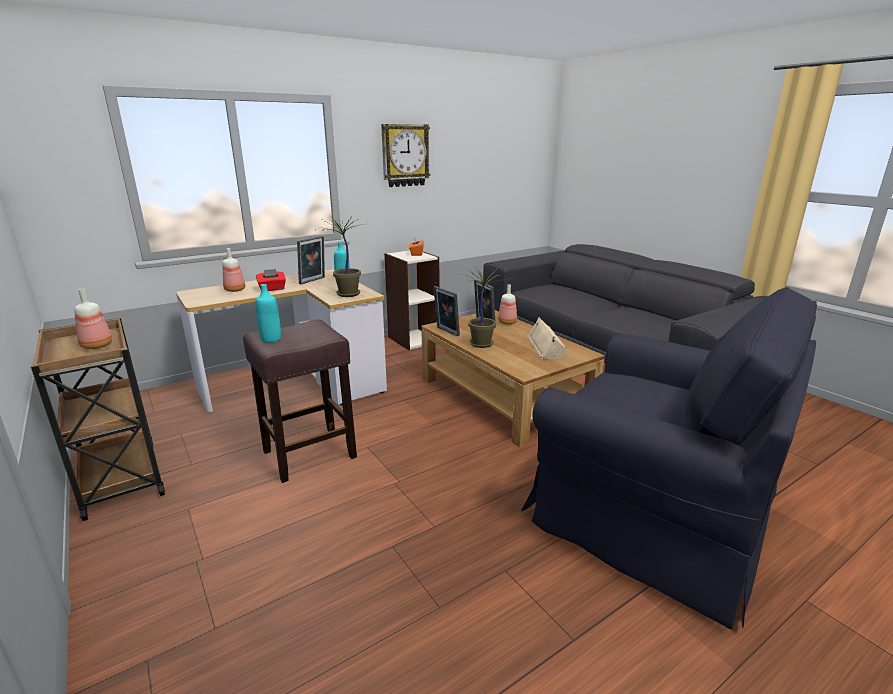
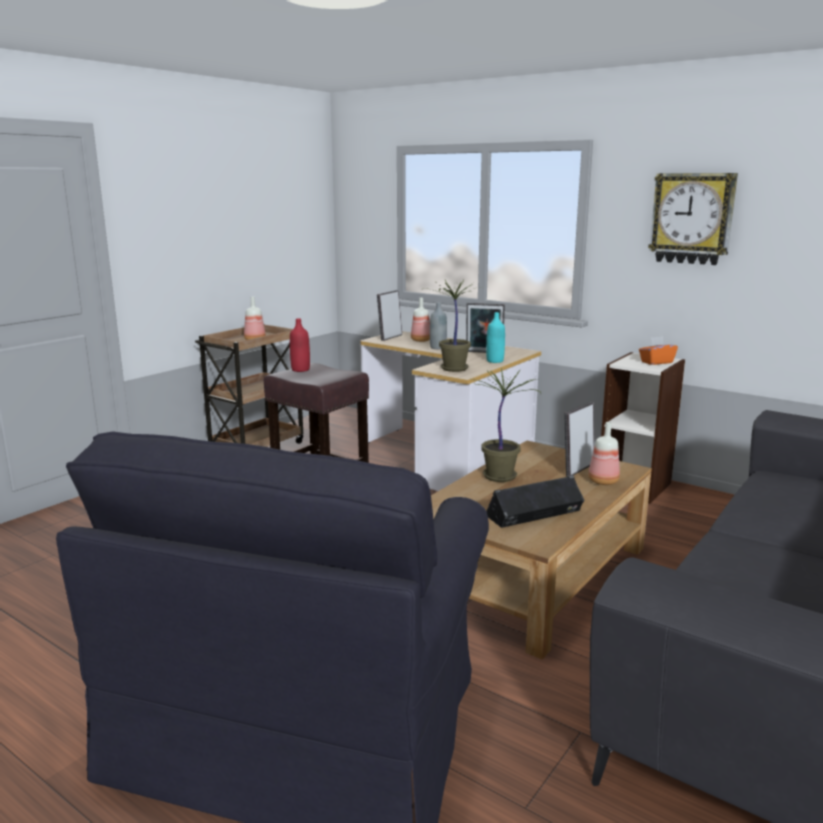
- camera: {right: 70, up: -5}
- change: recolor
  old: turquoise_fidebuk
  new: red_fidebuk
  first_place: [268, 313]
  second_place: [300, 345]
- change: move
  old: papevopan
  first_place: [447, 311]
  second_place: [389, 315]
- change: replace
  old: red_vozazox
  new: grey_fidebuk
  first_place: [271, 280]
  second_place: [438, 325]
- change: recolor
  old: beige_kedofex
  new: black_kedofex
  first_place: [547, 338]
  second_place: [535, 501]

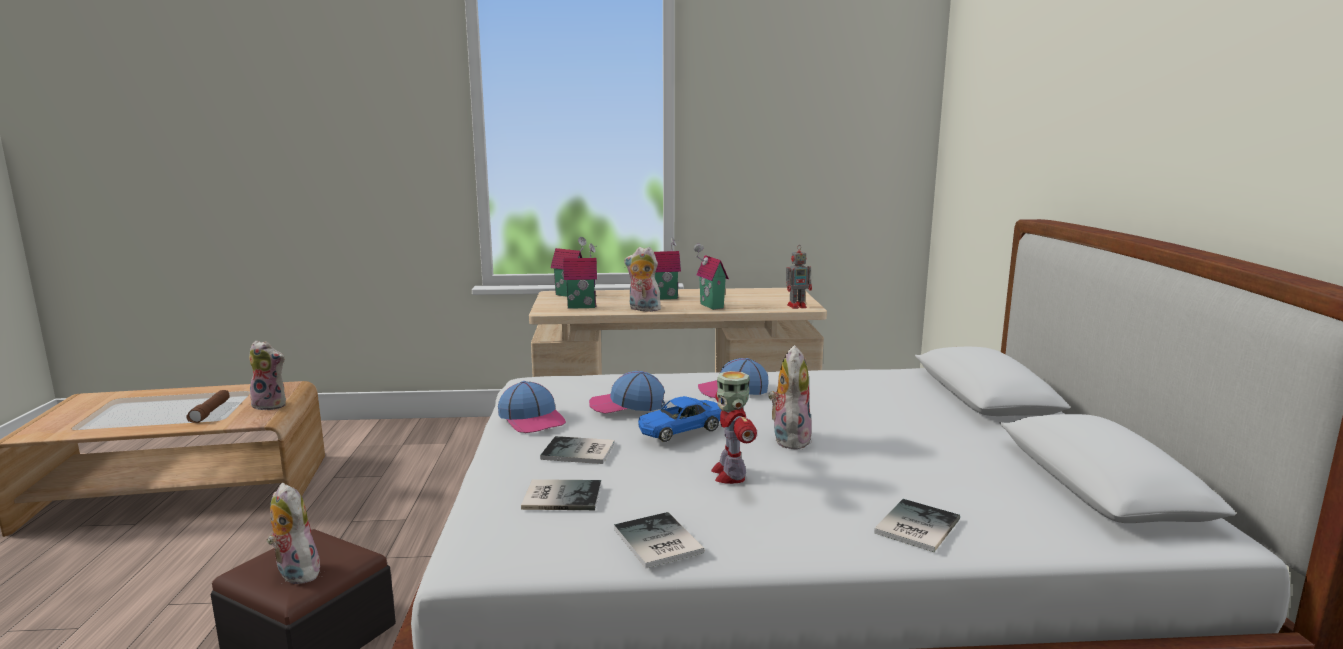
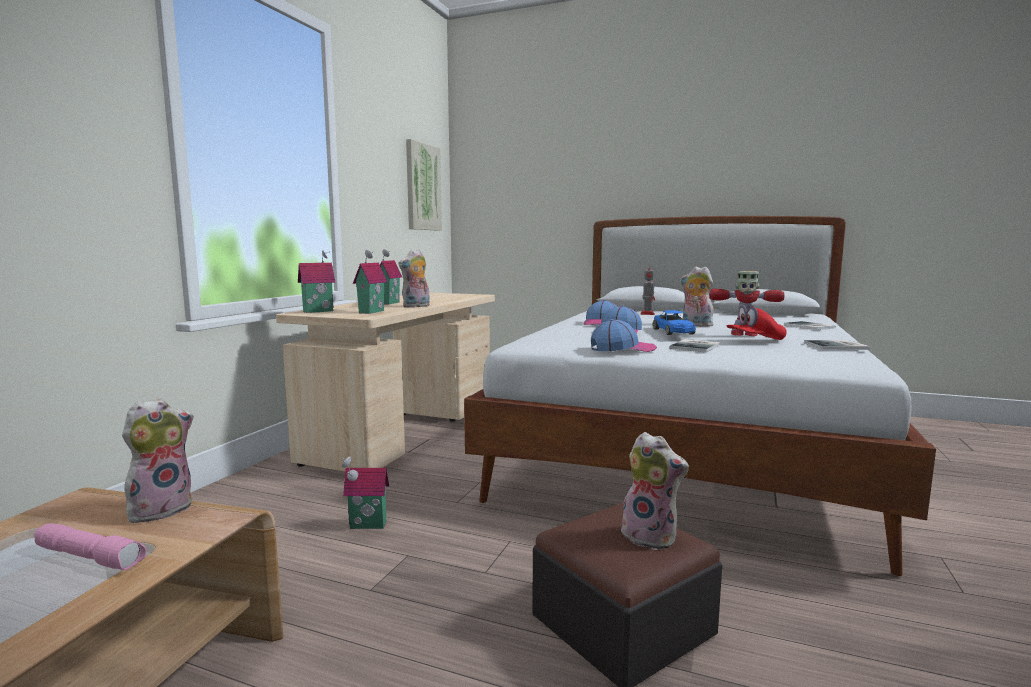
- camera: {right: -65, up: -5}
- change: recolor
  old: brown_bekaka
  new: pink_bekaka
  first_place: [208, 406]
  second_place: [90, 546]
- change: move
  old: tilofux
  first_place: [711, 277]
  second_place: [365, 492]
- change: insert
  new: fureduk
  second_place: [424, 185]
- change: rotate
  old: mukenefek
  first_place: [293, 533]
  second_place: [654, 491]
  degrees: -120
- change: move
  old: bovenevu
  first_place: [799, 277]
  second_place: [647, 289]
- change: insert
  new: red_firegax
  second_place: [757, 322]
- change: delete
  old: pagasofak
  first_place: [561, 494]

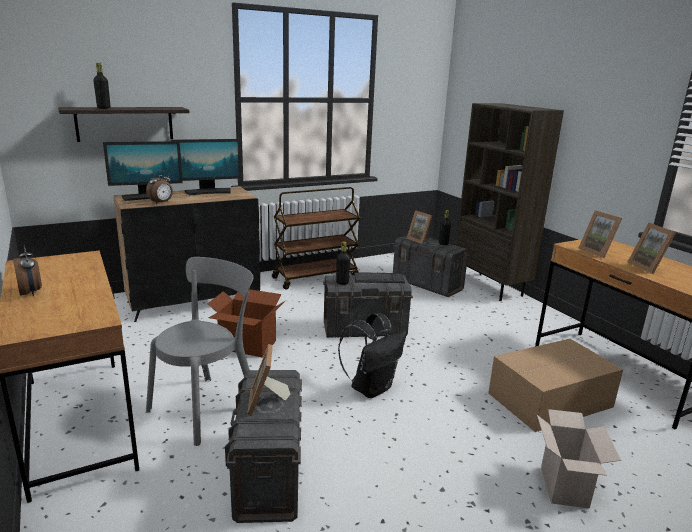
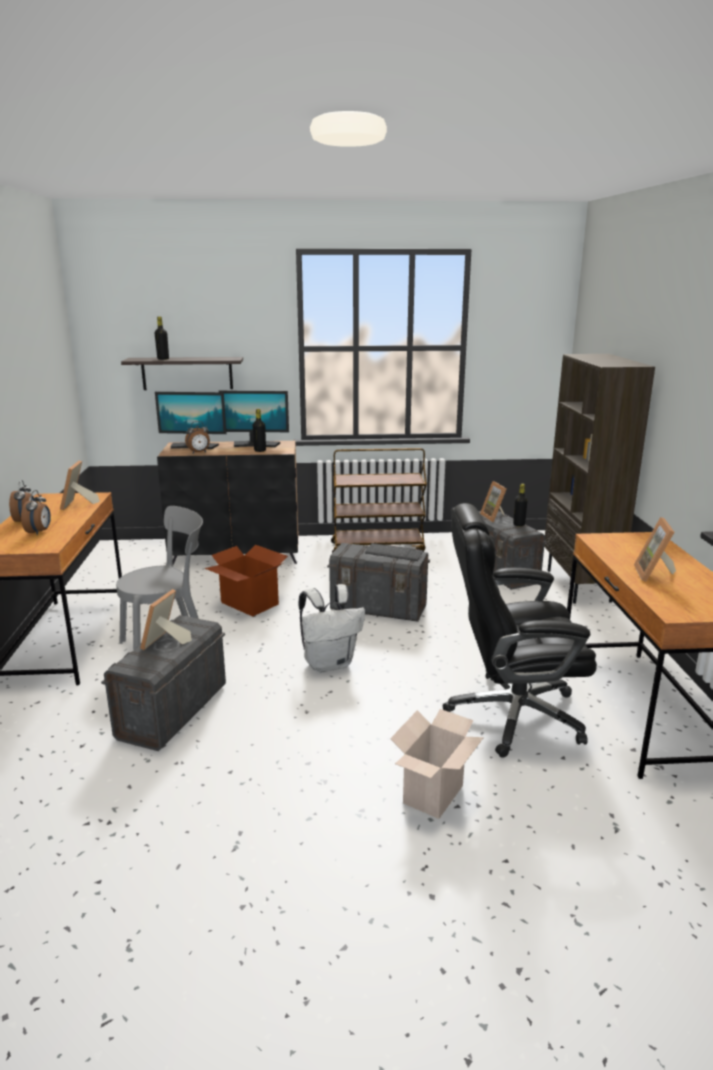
- camera: {right: 25, up: 0}
- change: insert
  new: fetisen
  second_place: [36, 512]
- change: move
  old: papevopan
  first_place: [600, 234]
  second_place: [80, 485]
- change: move
  old: black_fidebuk
  first_place: [343, 263]
  second_place: [259, 430]
- change: recolor
  old: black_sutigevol
  new: white_sutigevol
  first_place: [372, 355]
  second_place: [332, 628]
- change: replace
  old: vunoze
  new: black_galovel
  first_place: [555, 385]
  second_place: [520, 630]

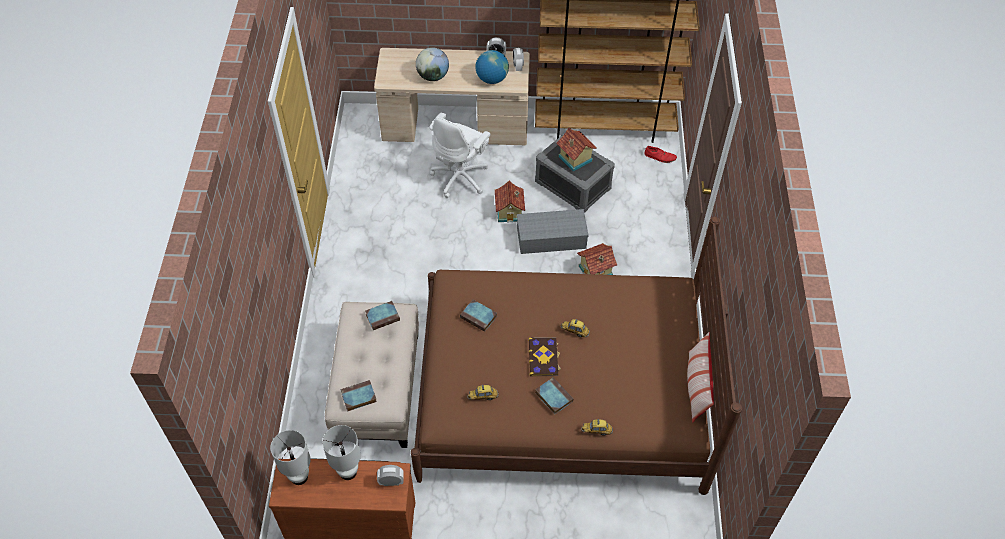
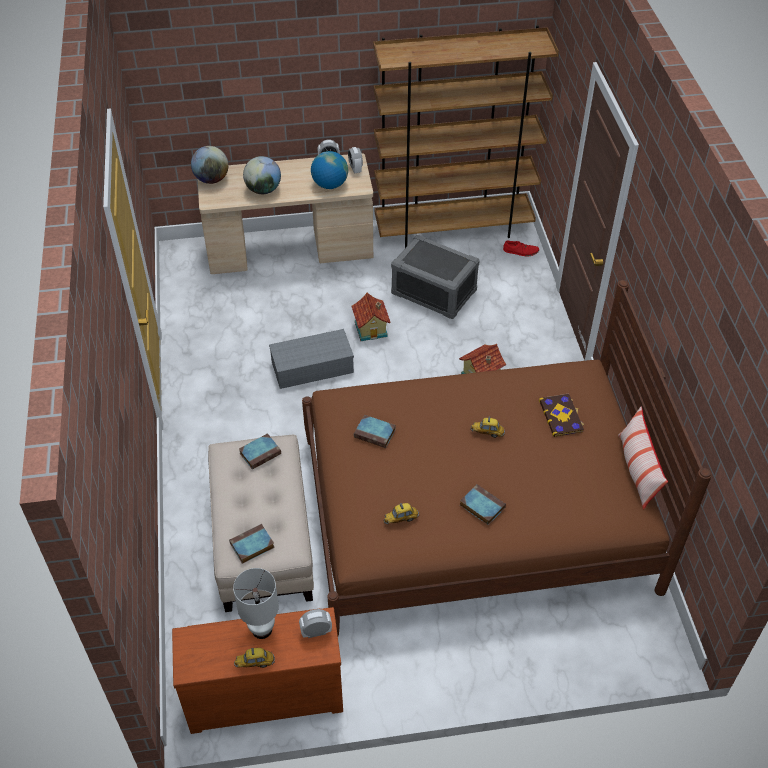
- camera: {right: -10, up: -5}
- change: insert
  new: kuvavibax
  second_place: [210, 165]
- change: move
  old: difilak
  first_place: [597, 427]
  second_place: [254, 658]
- change: move
  old: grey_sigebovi
  first_place: [553, 231]
  second_place: [311, 359]
- change: move
  old: pagasofak
  first_place: [544, 356]
  second_place: [562, 415]
- change: delete
  old: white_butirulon
  first_place: [290, 457]
- change: delete
  old: white_galovel
  first_place: [459, 155]
- change: delete
  old: tilofux
  first_place: [577, 149]

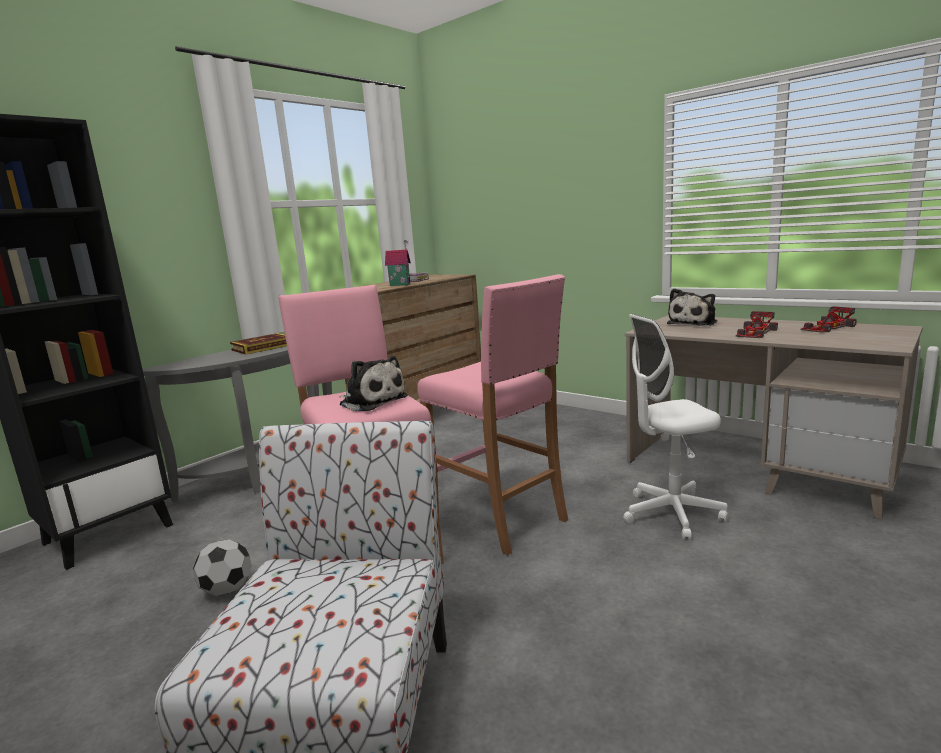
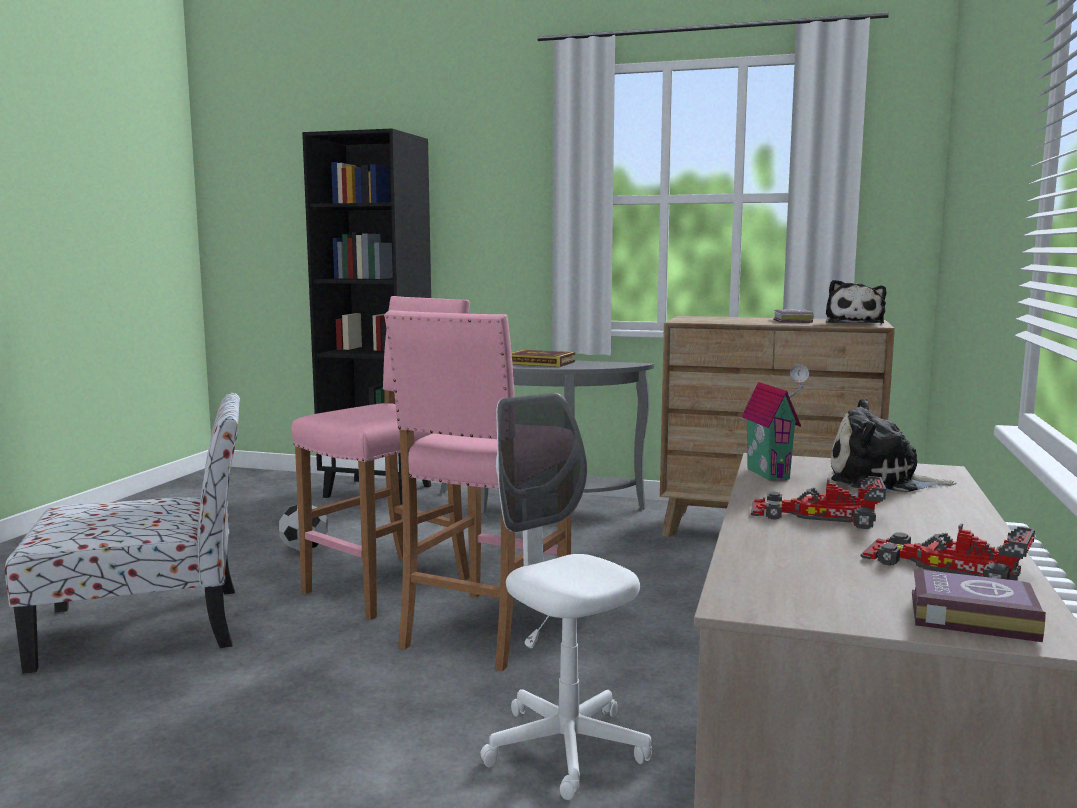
- camera: {right: 65, up: -5}
- change: move
  old: tilofux
  first_place: [398, 263]
  second_place: [775, 422]
- change: move
  old: mukenefek
  first_place: [373, 383]
  second_place: [856, 301]
- change: insert
  new: pagasofak
  second_place: [979, 606]

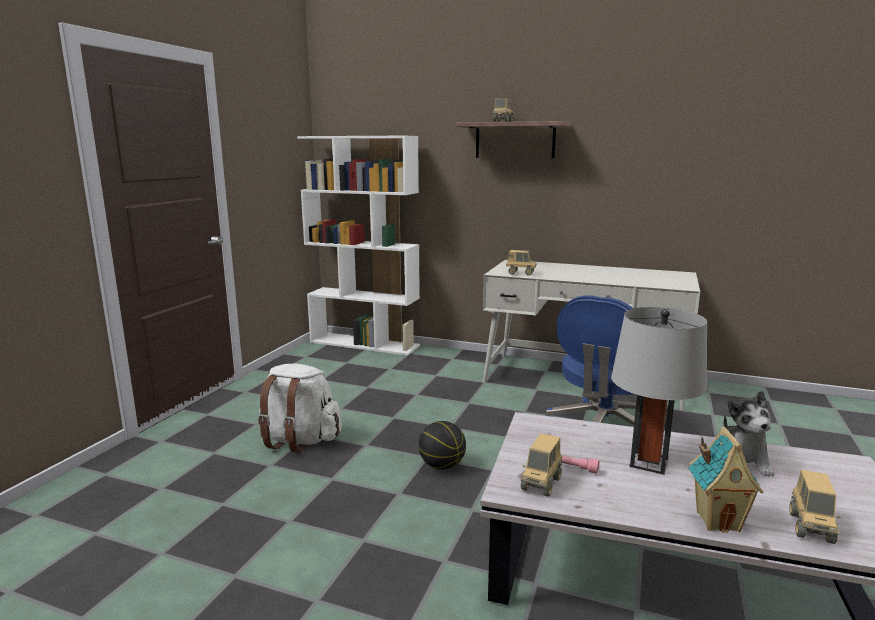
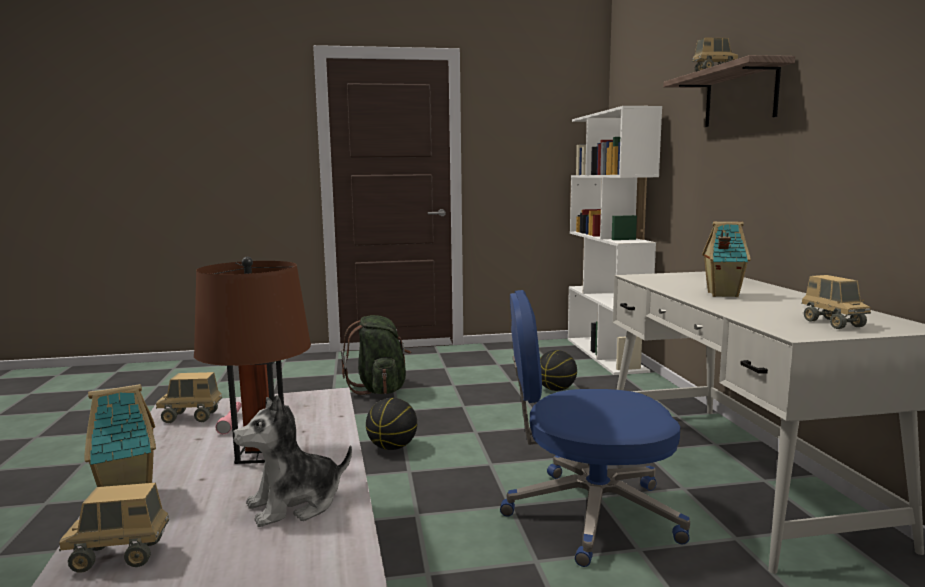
- camera: {right: 60, up: -5}
- change: recolor
  old: grey_butirulon
  new: brown_butirulon
  first_place: [659, 391]
  second_place: [252, 360]
- change: recolor
  old: white_sutigevol
  new: green_sutigevol
  first_place: [300, 408]
  second_place: [376, 355]
- change: insert
  new: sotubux
  second_place: [558, 370]
- change: insert
  new: tilofux
  second_place: [726, 259]
- change: move
  old: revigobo
  first_place: [521, 263]
  second_place: [836, 302]

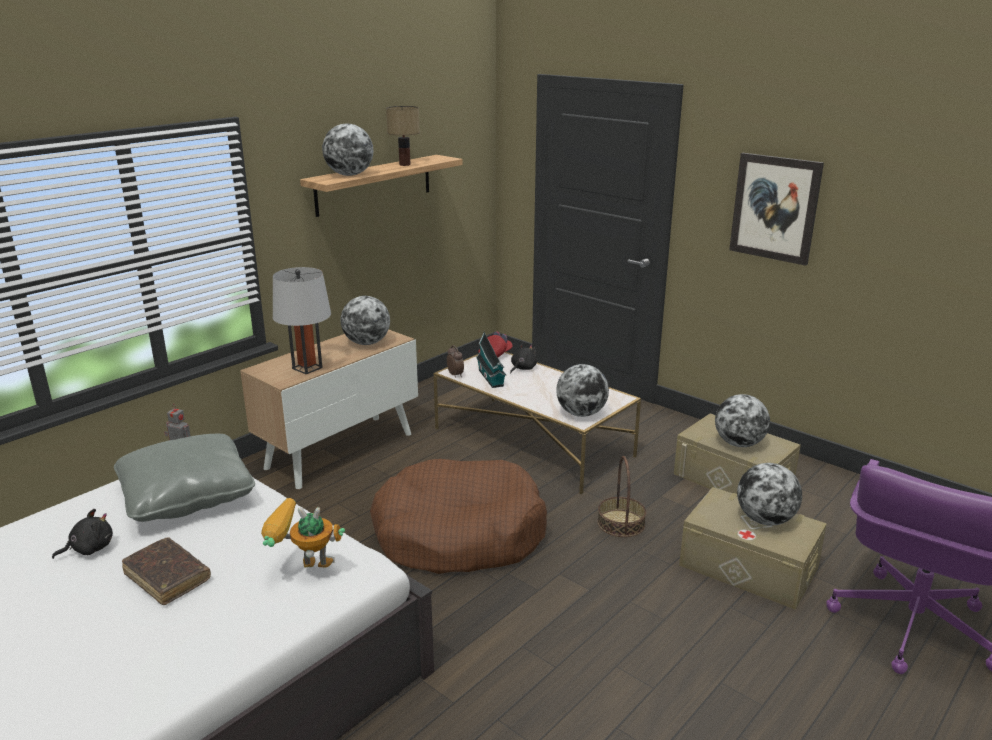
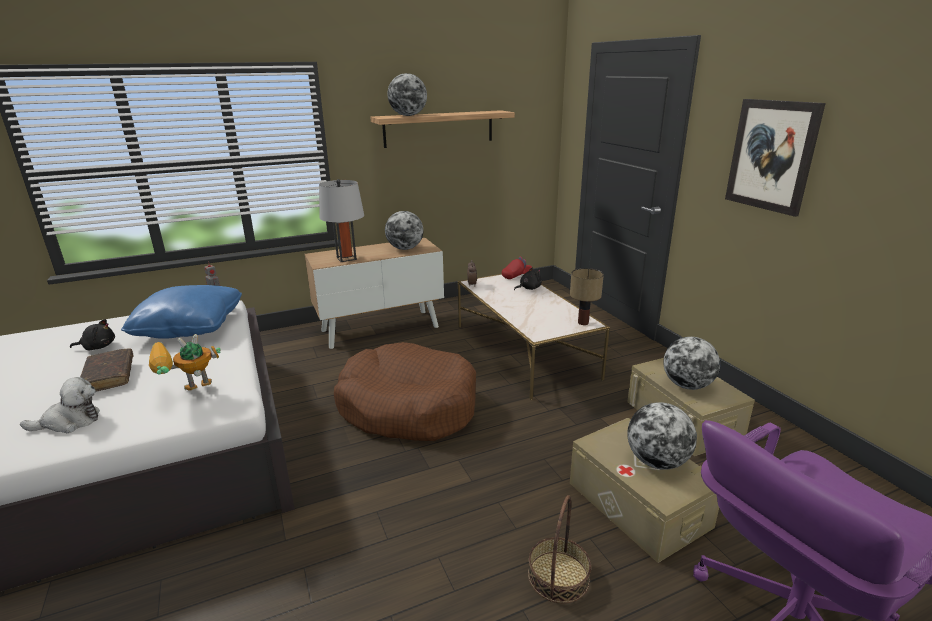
- camera: {right: 25, up: 0}
- change: insert
  new: mukenefek
  second_place: [60, 405]
- change: recolor
  old: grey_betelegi
  new: blue_betelegi
  first_place: [184, 478]
  second_place: [181, 312]
- change: rotate
  old: bovenevu
  first_place: [303, 533]
  second_place: [185, 362]
  degrees: -60
- change: move
  old: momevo
  first_place: [622, 496]
  second_place: [559, 549]
- change: move
  old: butirulon
  first_place: [403, 136]
  second_place: [587, 296]
- change: delete
  old: tilofux
  first_place: [491, 360]
- change: delete
  old: kuvavibax
  first_place: [582, 390]

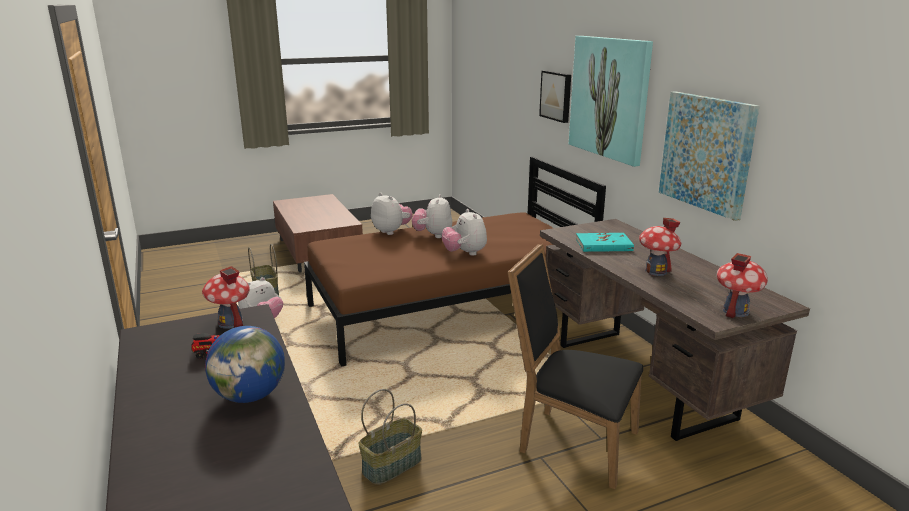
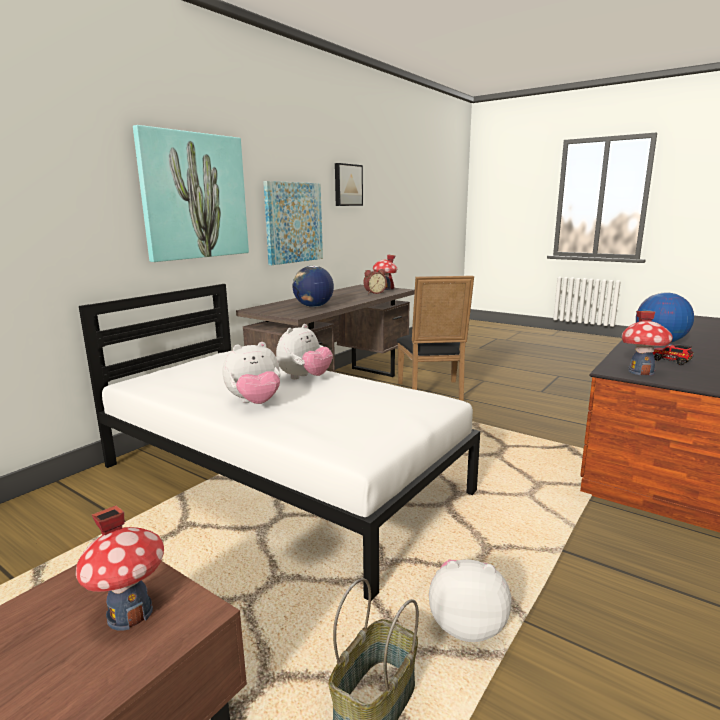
- camera: {right: -120, up: -5}
- change: move
  old: tilofux
  first_place: [660, 247]
  second_place: [120, 568]
- change: recolor
  old: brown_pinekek
  new: white_pinekek
  first_place: [455, 261]
  second_place: [279, 442]
- change: replace
  old: turquoise_pagasofak
  new: kuvavibax
  first_place: [605, 242]
  second_place: [313, 286]
- change: move
  old: fureduk
  first_place: [555, 96]
  second_place: [349, 184]
- change: insert
  new: fetisen
  second_place: [375, 281]
- change: delete
  old: momevo
  first_place: [390, 437]
- change: delete
  old: mukenefek
  first_place: [392, 214]

